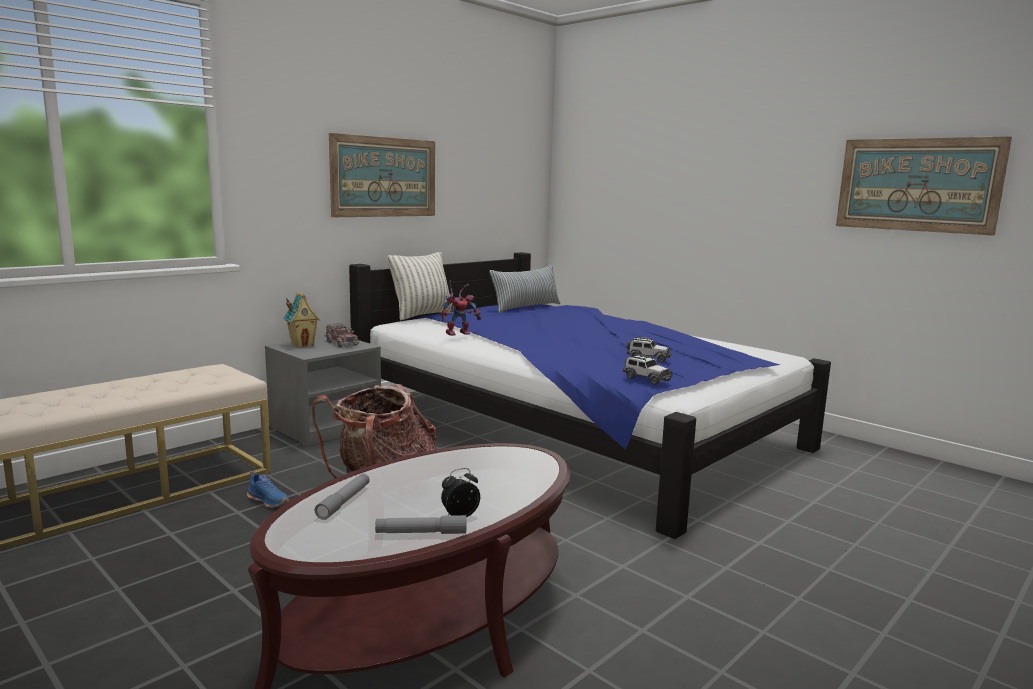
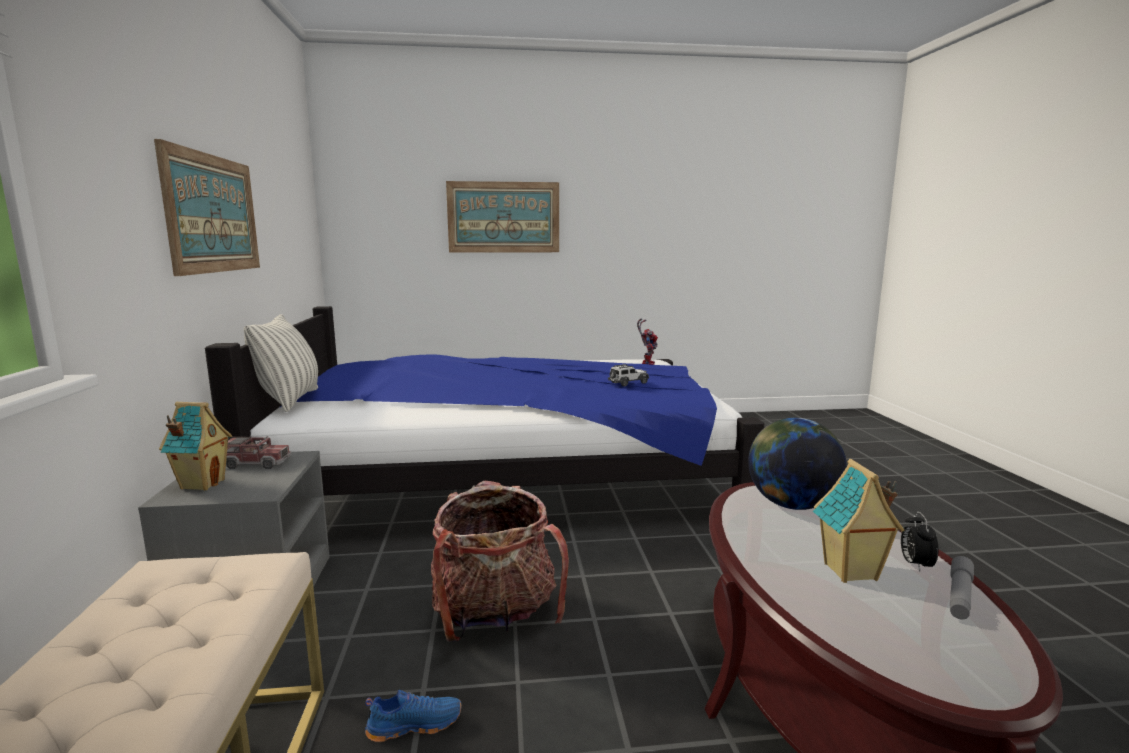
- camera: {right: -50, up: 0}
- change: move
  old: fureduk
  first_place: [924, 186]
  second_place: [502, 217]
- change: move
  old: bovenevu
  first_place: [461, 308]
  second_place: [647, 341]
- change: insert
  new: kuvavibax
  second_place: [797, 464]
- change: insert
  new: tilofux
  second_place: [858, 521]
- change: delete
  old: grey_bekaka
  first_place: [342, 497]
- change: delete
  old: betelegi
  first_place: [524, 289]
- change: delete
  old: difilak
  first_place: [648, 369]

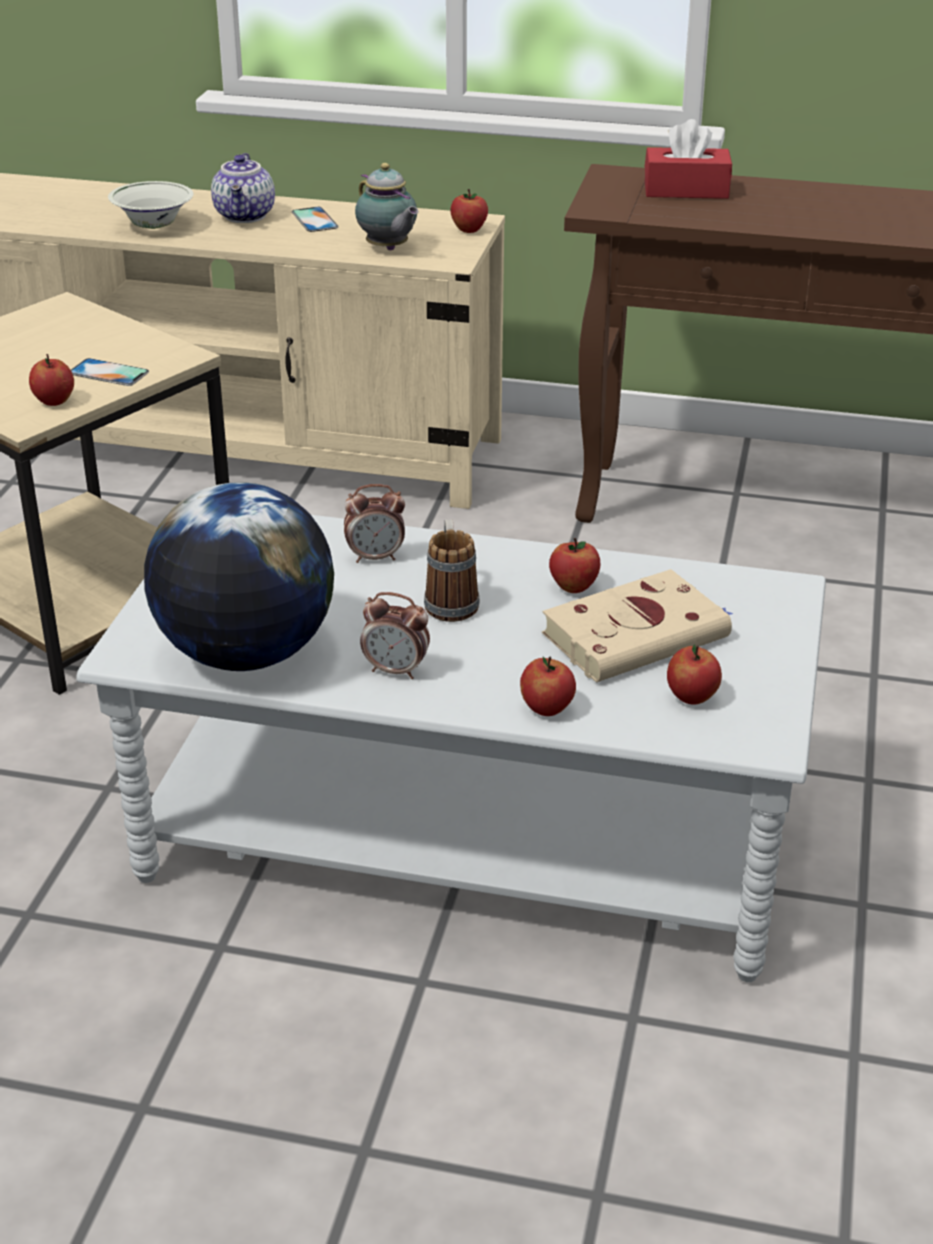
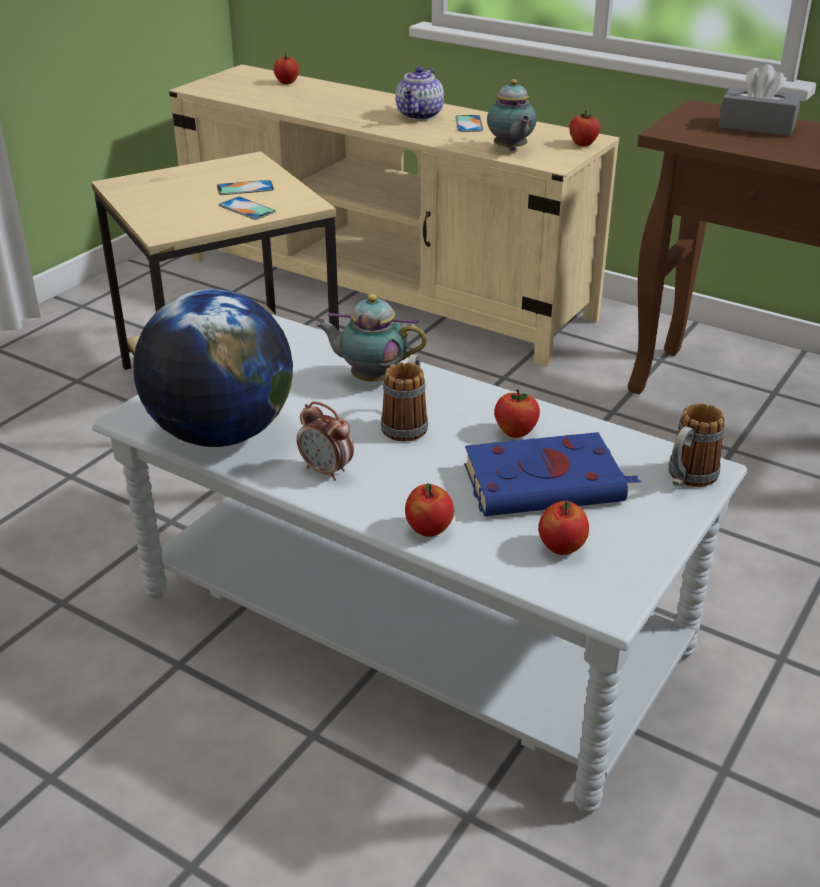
- camera: {right: 20, up: 0}
- change: insert
  new: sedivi
  second_place: [245, 187]
- change: move
  old: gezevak
  first_place: [51, 380]
  second_place: [286, 68]
- change: replace
  old: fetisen
  new: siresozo
  first_place: [374, 523]
  second_place: [371, 338]
- change: recolor
  old: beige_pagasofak
  new: blue_pagasofak
  first_place: [637, 626]
  second_place: [553, 474]
- change: insert
  new: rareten
  second_place: [696, 445]
- change: recolor
  old: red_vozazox
  new: grey_vozazox
  first_place: [688, 159]
  second_place: [759, 100]
- change: delete
  old: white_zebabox
  first_place: [150, 205]

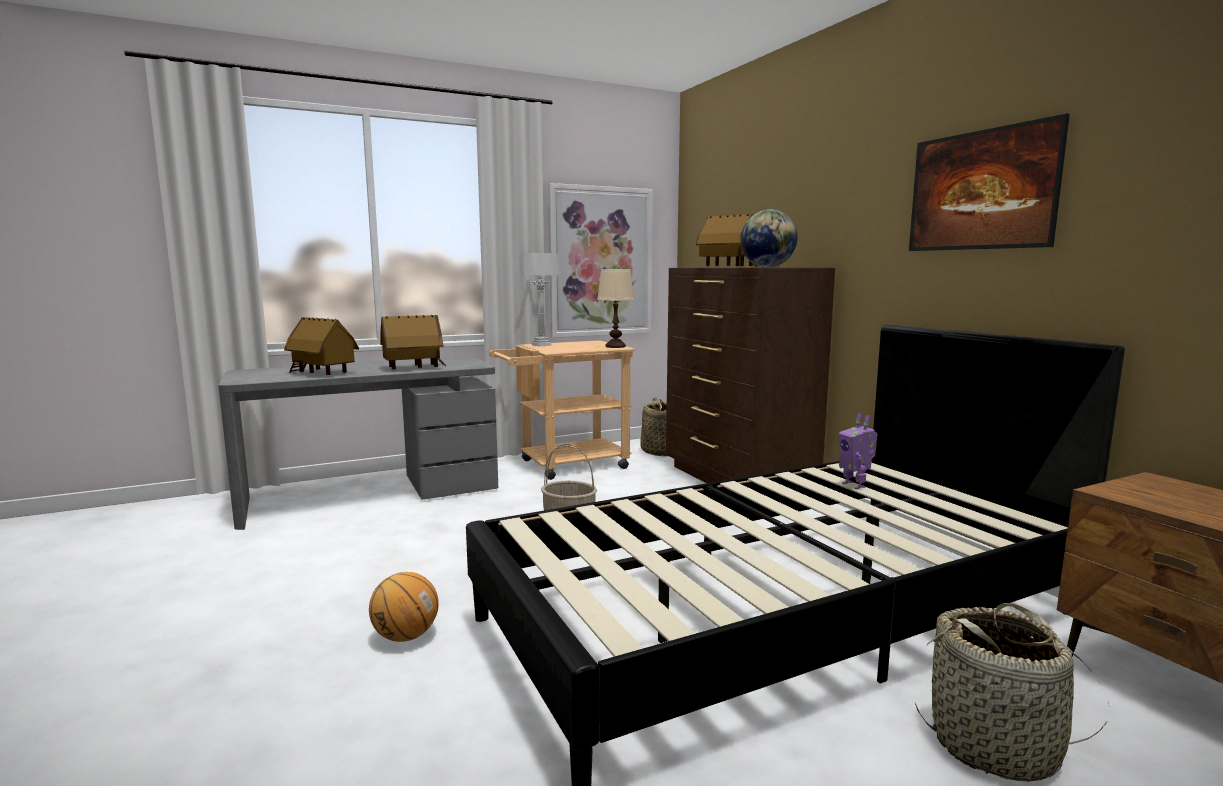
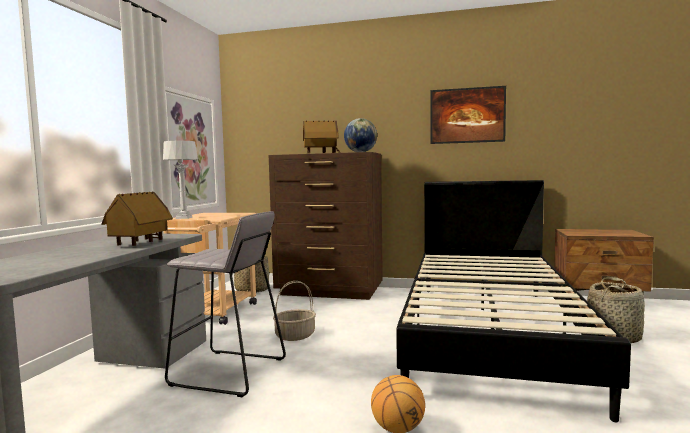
- camera: {right: -50, up: -5}
- change: insert
  new: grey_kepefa
  second_place: [225, 304]
- change: delete
  old: tilofux
  first_place: [321, 346]
- change: delete
  old: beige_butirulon
  first_place: [615, 308]
- change: delete
  old: bovenevu
  first_place: [858, 451]

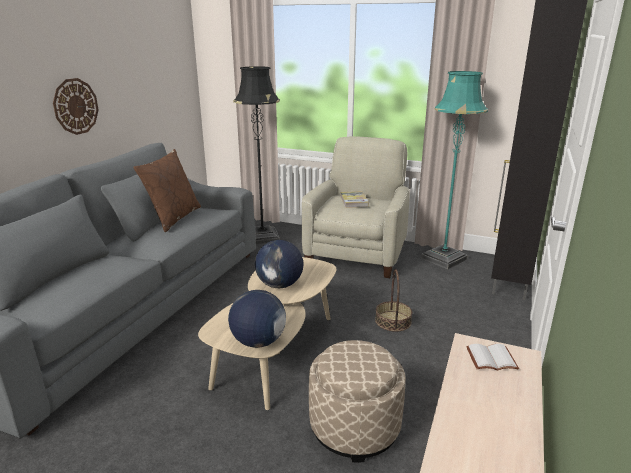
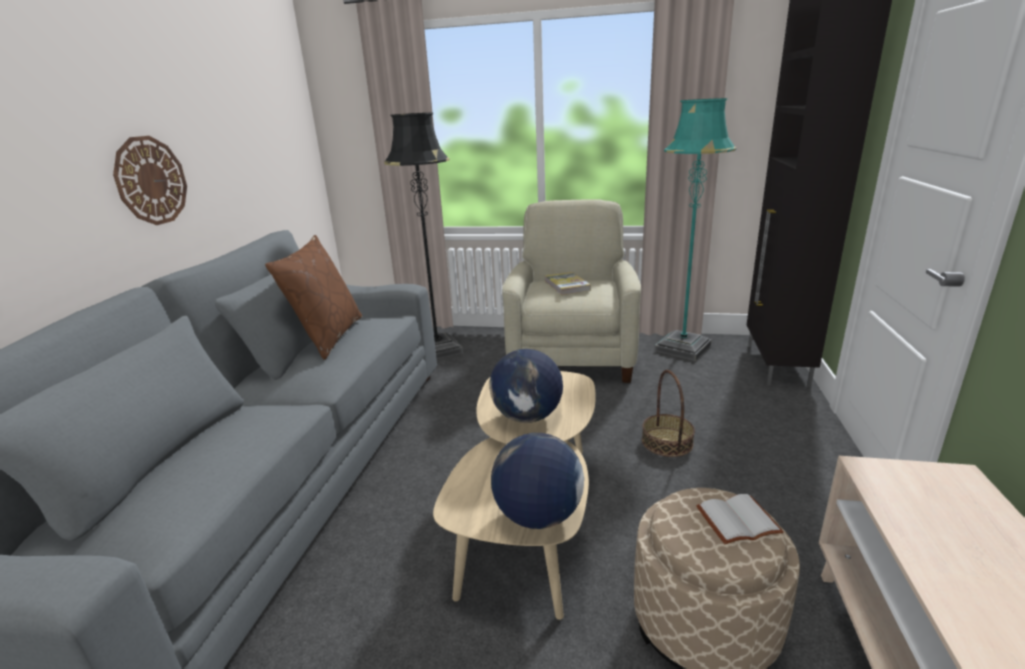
- camera: {right: -10, up: 0}
- change: move
  old: white_pagasofak
  first_place: [492, 357]
  second_place: [740, 519]

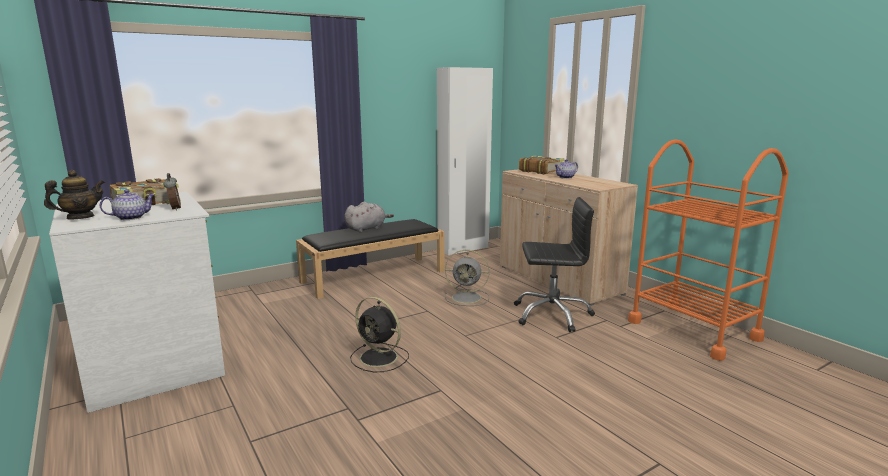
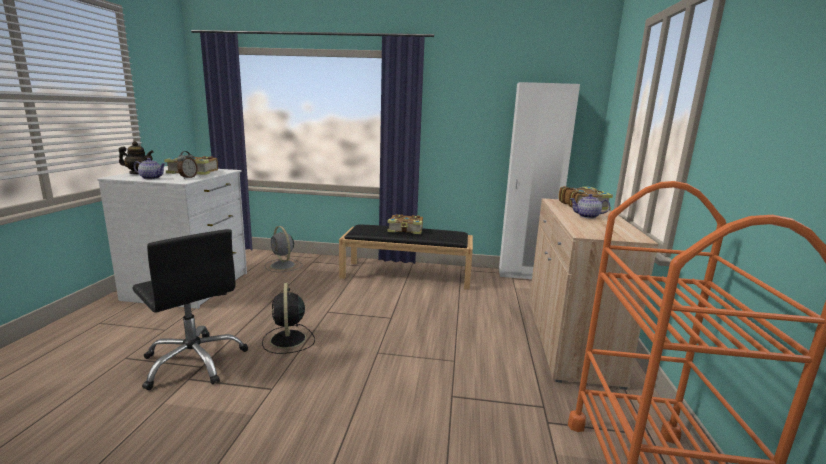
- camera: {right: 40, up: 0}
- change: move
  old: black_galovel
  first_place: [554, 264]
  second_place: [190, 309]
- change: move
  old: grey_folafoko
  first_place: [467, 278]
  second_place: [283, 249]
- change: replace
  old: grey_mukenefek
  new: pagasofak
  first_place: [369, 217]
  second_place: [405, 224]

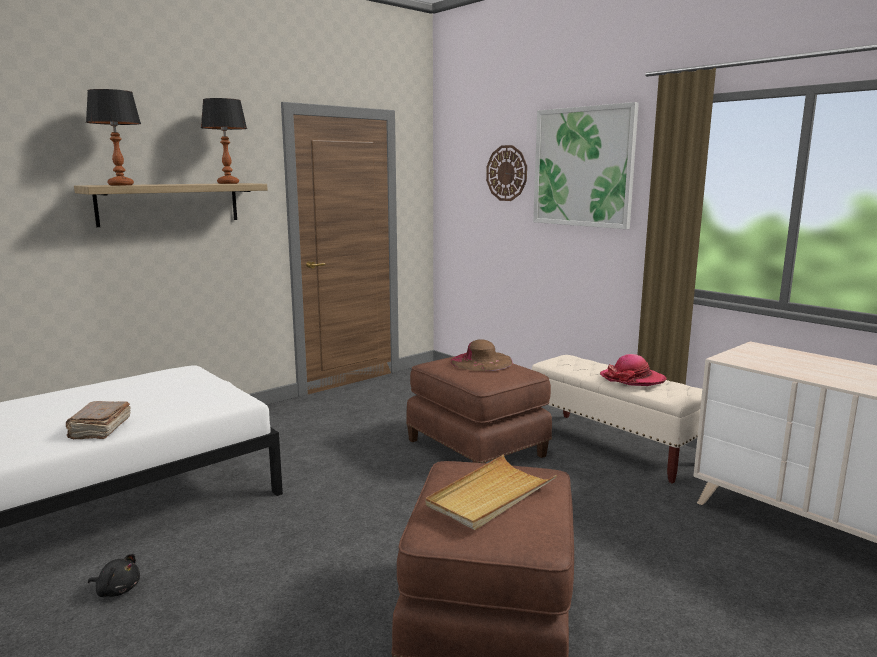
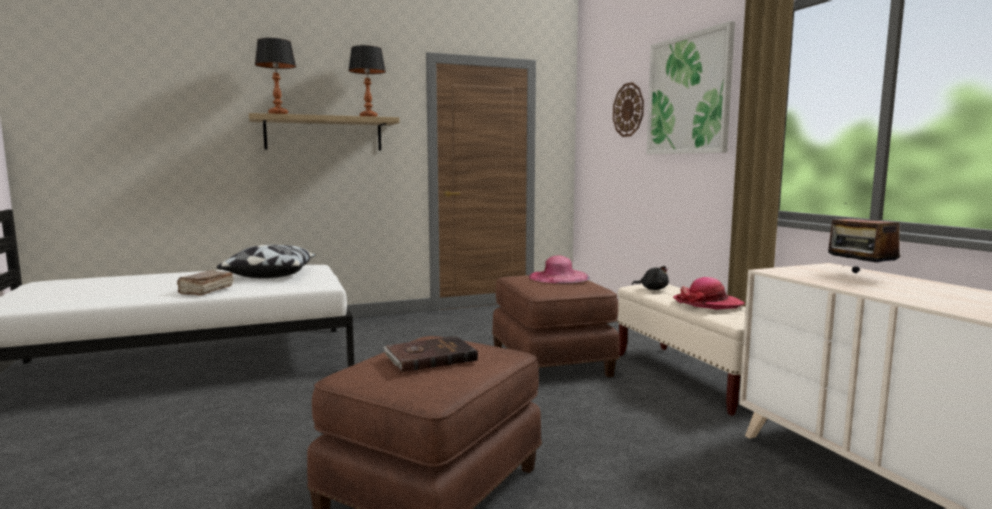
- camera: {right: 20, up: -5}
- change: insert
  new: betelegi
  second_place: [266, 261]
- change: replace
  old: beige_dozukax
  new: brown_pagasofak
  first_place: [491, 492]
  second_place: [430, 354]
- change: recolor
  old: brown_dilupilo
  new: pink_dilupilo
  first_place: [482, 355]
  second_place: [559, 269]
- change: move
  old: black_mukenefek
  first_place: [114, 575]
  second_place: [650, 278]
- change: insert
  new: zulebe
  second_place: [864, 238]

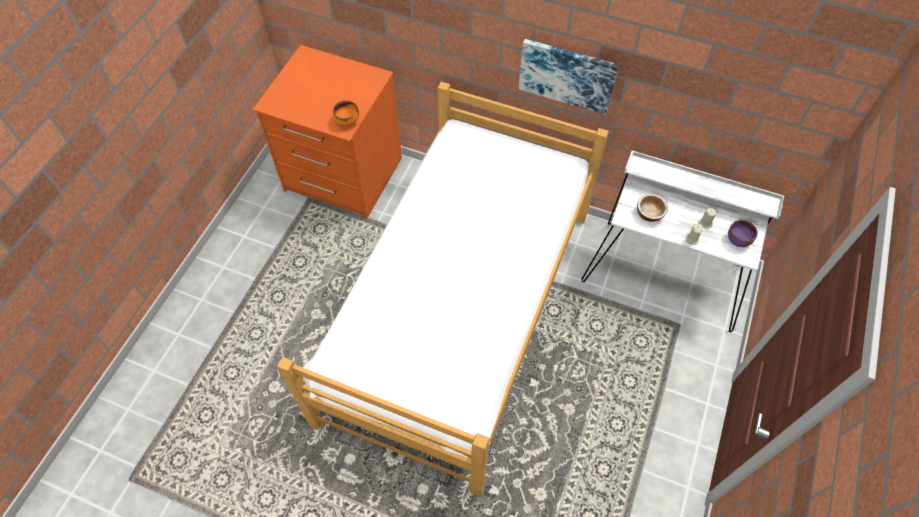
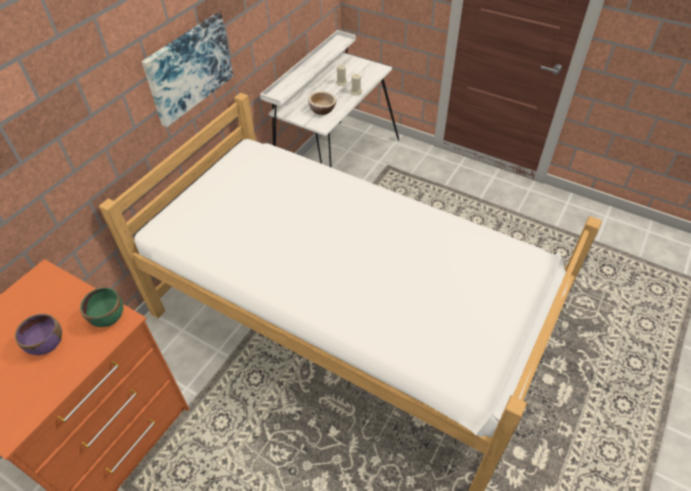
- camera: {right: -80, up: -10}
- change: move
  old: purple_zebabox
  first_place: [743, 233]
  second_place: [38, 334]
- change: recolor
  old: orange_zebabox
  new: green_zebabox
  first_place: [346, 113]
  second_place: [101, 307]

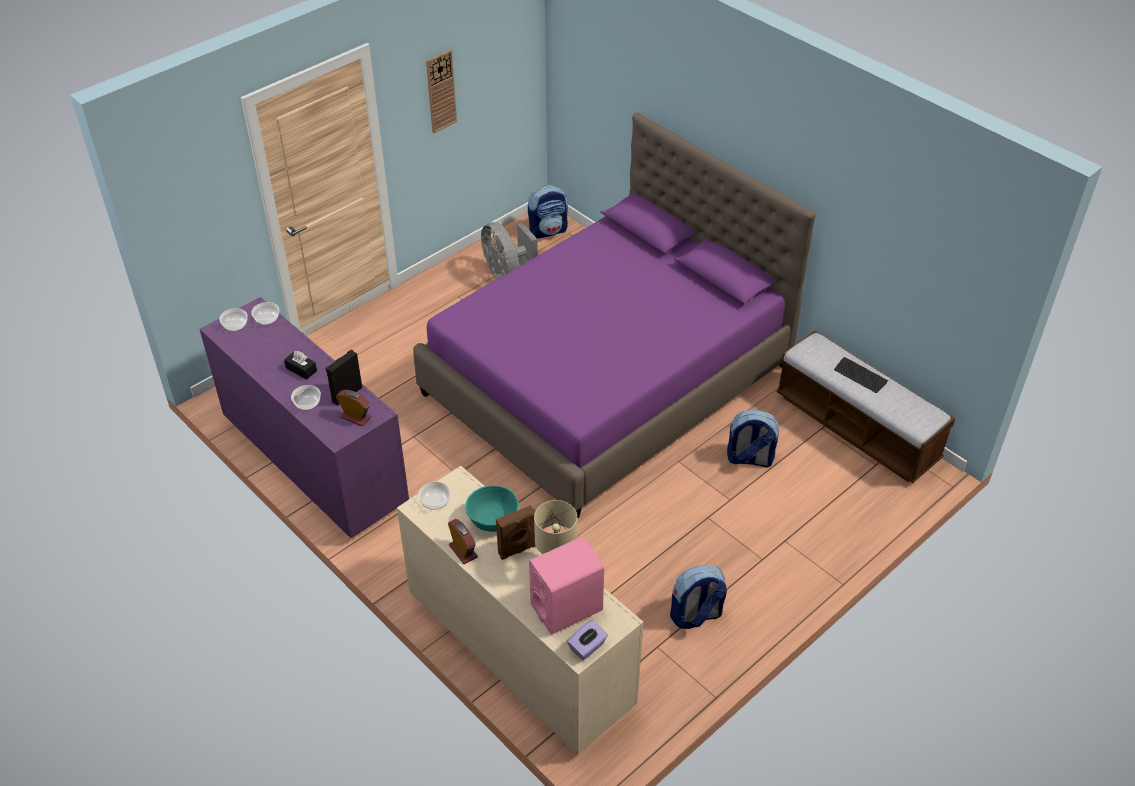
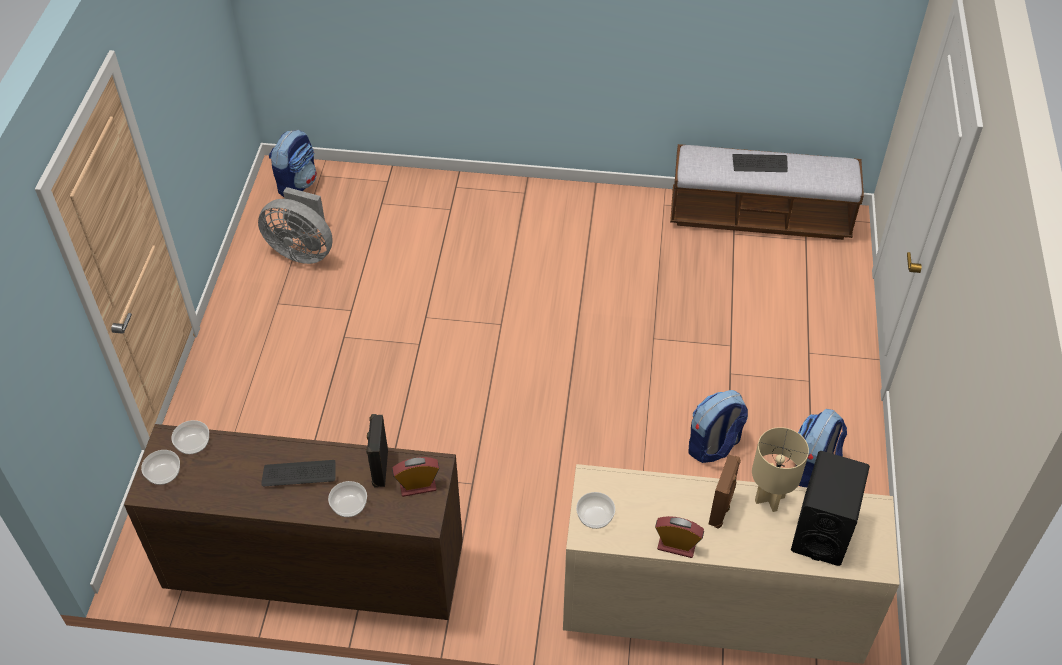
- camera: {right: -40, up: 5}
- change: recolor
  old: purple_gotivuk
  new: brown_gotivuk
  first_place: [304, 417]
  second_place: [293, 522]
- change: replace
  old: black_vozazox
  new: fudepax
  first_place: [300, 365]
  second_place: [298, 473]
- change: move
  old: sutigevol
  first_place: [753, 438]
  second_place: [718, 426]
- change: recolor
  old: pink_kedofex
  new: black_kedofex
  first_place: [566, 586]
  second_place: [830, 508]
- change: delete
  old: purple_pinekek
  first_place: [614, 316]
- change: delete
  old: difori
  first_place: [441, 91]
- change: delete
  old: turquoise_zebabox
  first_place: [492, 508]
- change: delete
  old: purple_vozazox
  first_place: [587, 640]

